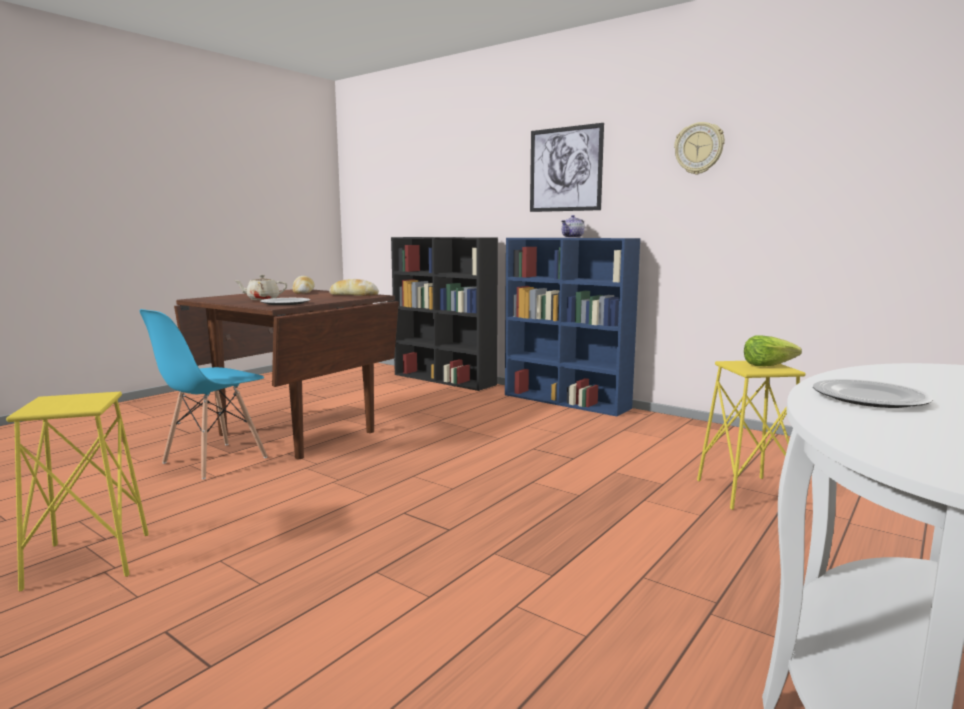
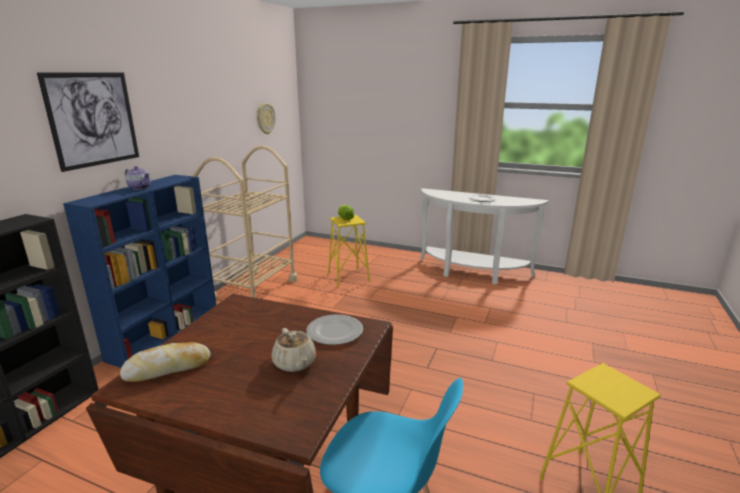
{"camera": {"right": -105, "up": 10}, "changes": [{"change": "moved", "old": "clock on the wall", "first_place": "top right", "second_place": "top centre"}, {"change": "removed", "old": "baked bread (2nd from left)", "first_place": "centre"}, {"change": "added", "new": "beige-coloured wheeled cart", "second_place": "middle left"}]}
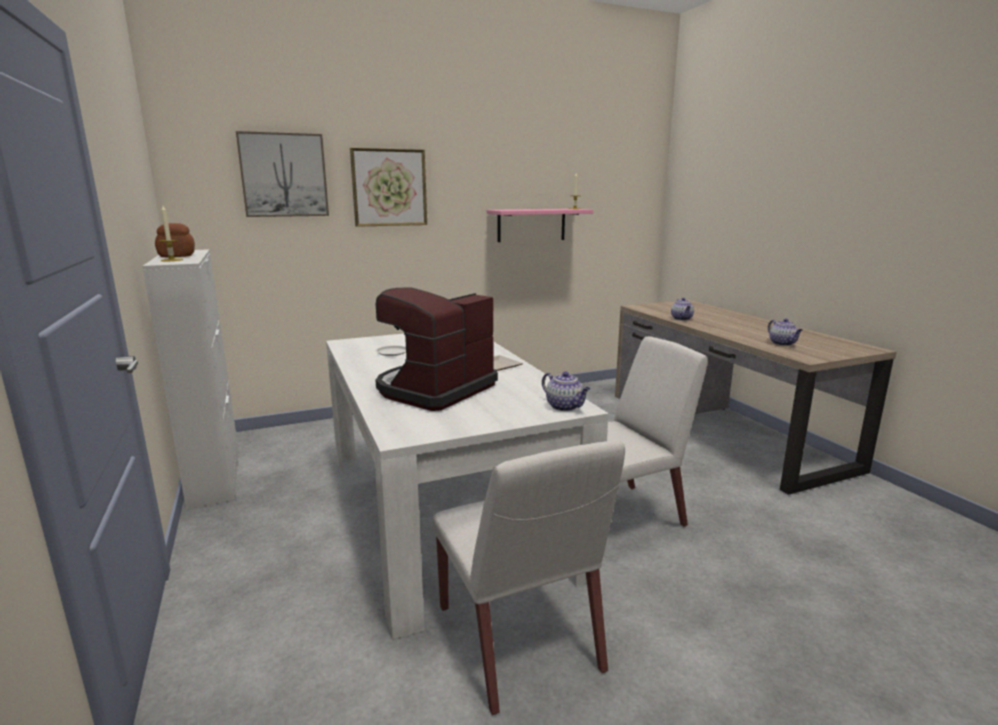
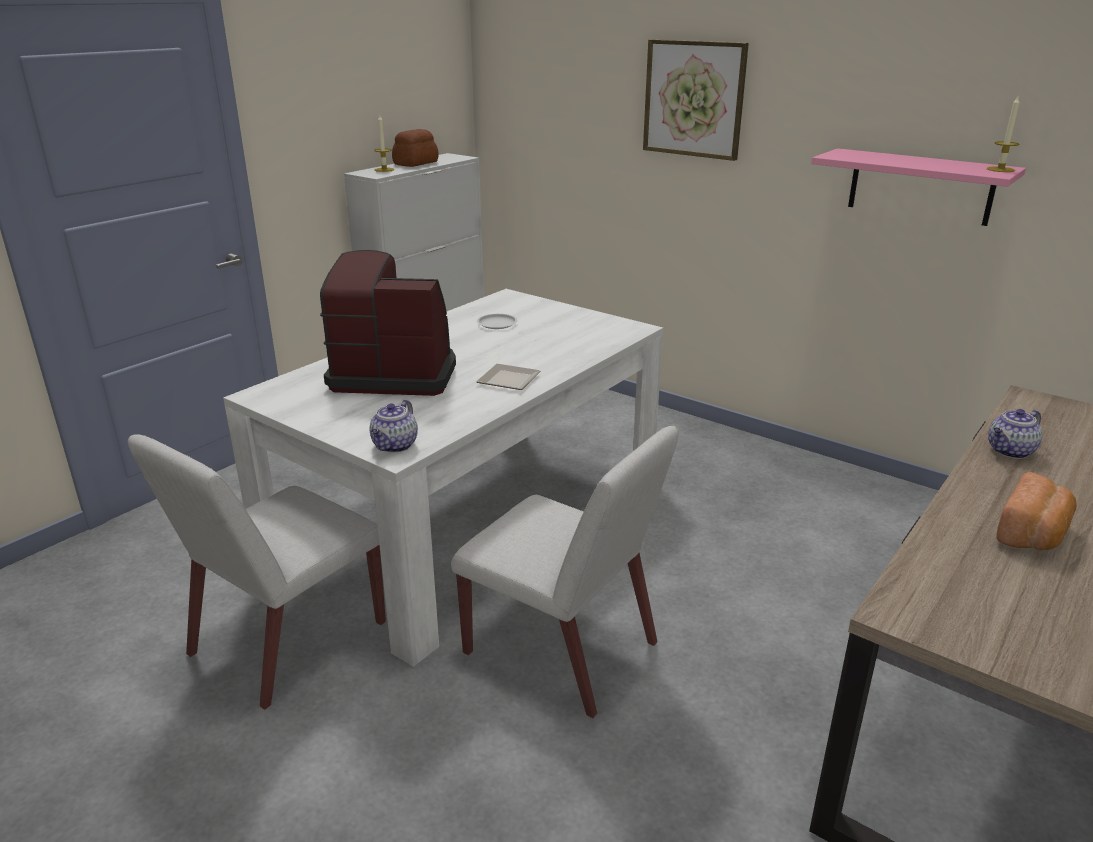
{"camera": {"right": 60, "up": 10}, "changes": [{"change": "removed", "old": "wall art (1st from left)", "first_place": "top left"}, {"change": "removed", "old": "teapot (3rd from left)", "first_place": "middle right"}, {"change": "added", "new": "baked bread (2nd from left)", "second_place": "middle right"}]}
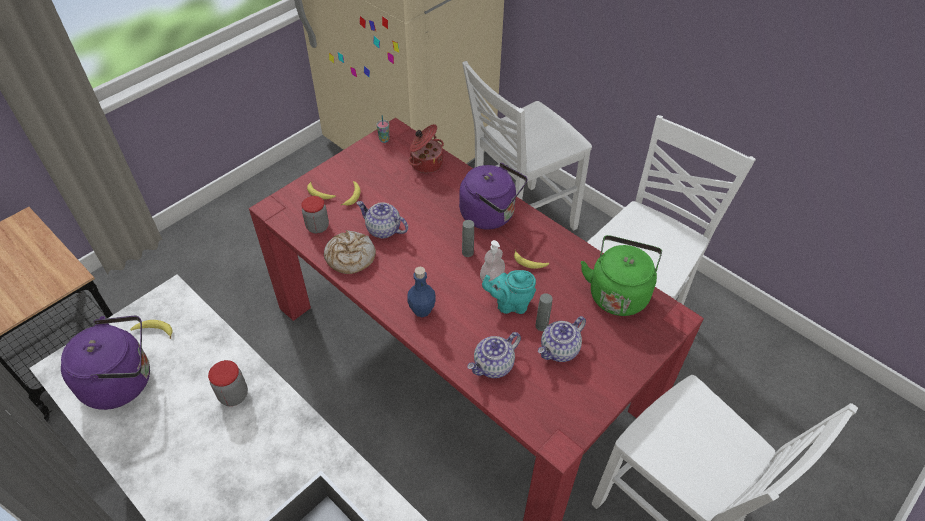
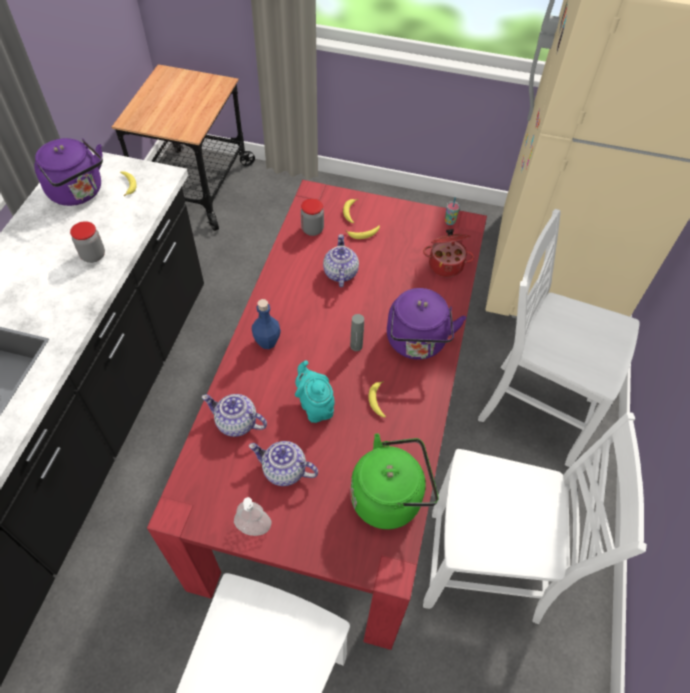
{"camera": {"right": 60, "up": 5}, "changes": [{"change": "removed", "old": "baked bread", "first_place": "centre"}, {"change": "moved", "old": "soap dispenser", "first_place": "centre", "second_place": "bottom centre"}, {"change": "removed", "old": "gray drink bottle (2nd from left)", "first_place": "centre"}]}
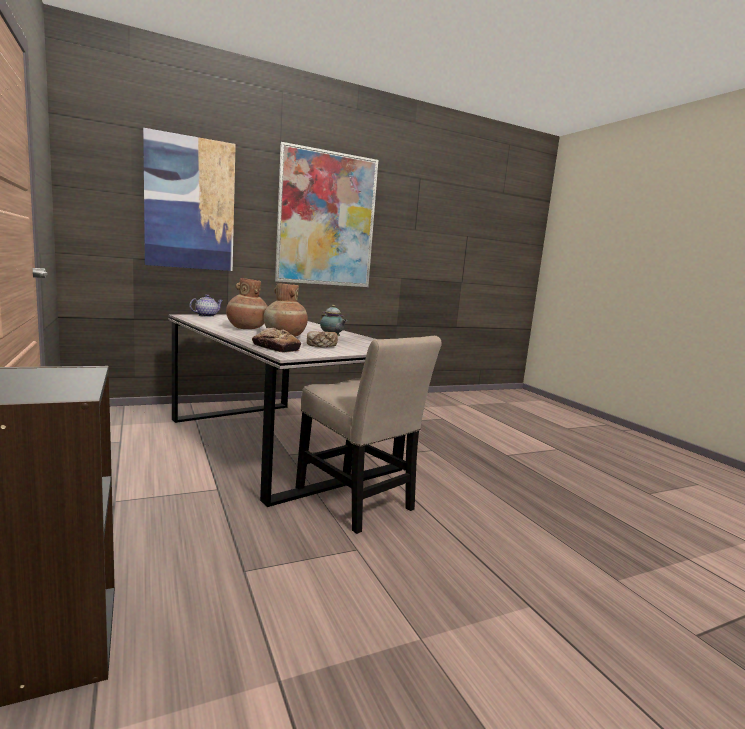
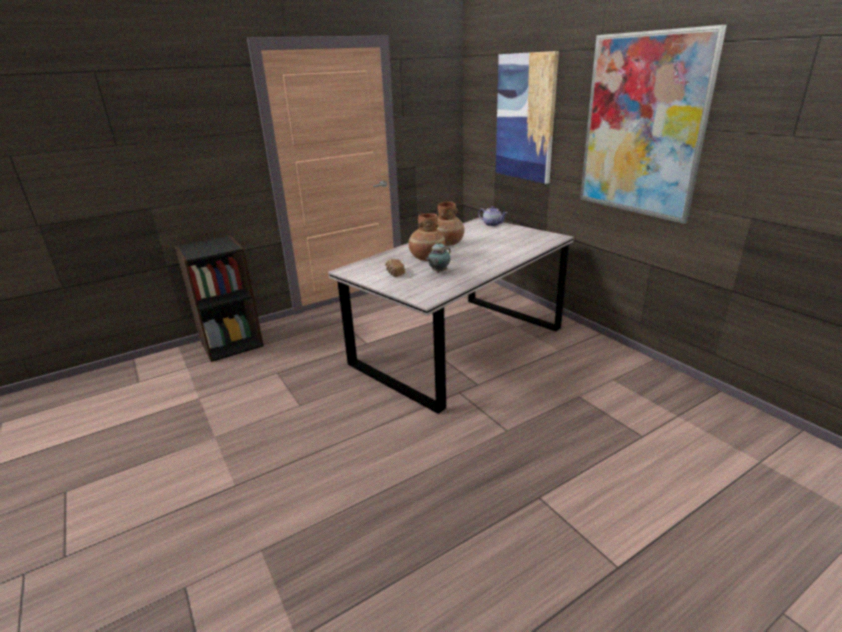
{"camera": {"right": 85, "up": 15}, "changes": [{"change": "removed", "old": "baked bread (1st from left)", "first_place": "centre"}, {"change": "removed", "old": "beige-coloured plain chair", "first_place": "centre"}]}
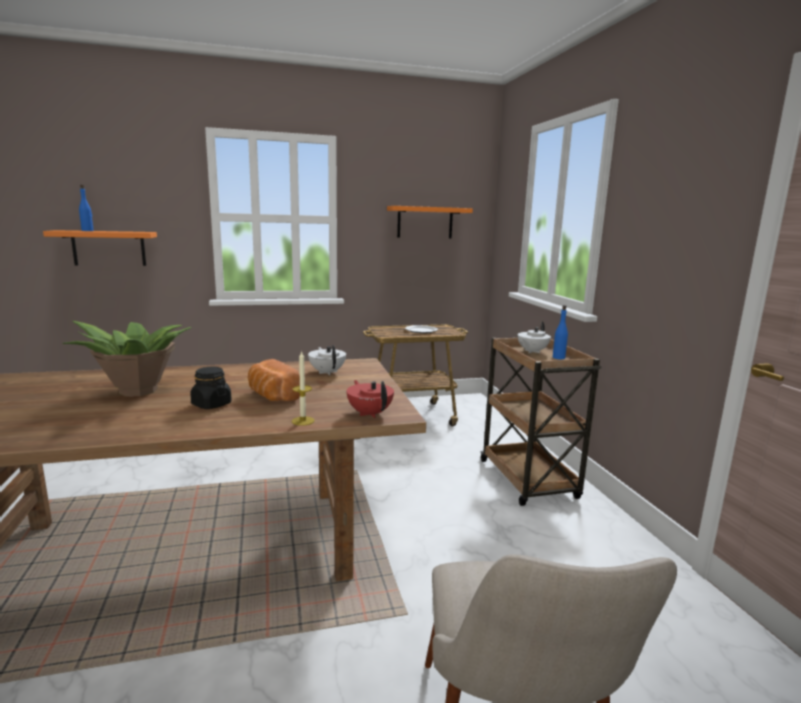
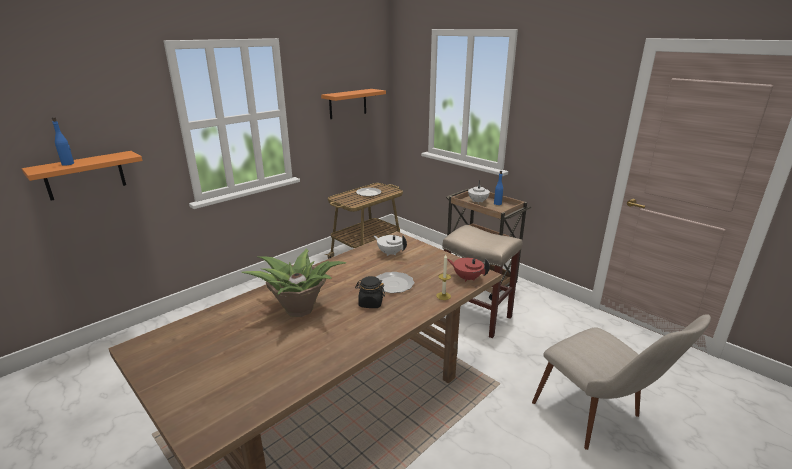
{"camera": {"right": -30, "up": 10}, "changes": [{"change": "replaced", "old": "baked bread", "new": "dinner plate (2nd from left)", "first_place": "centre", "second_place": "centre"}, {"change": "added", "new": "beige-coloured stool seat", "second_place": "centre"}]}
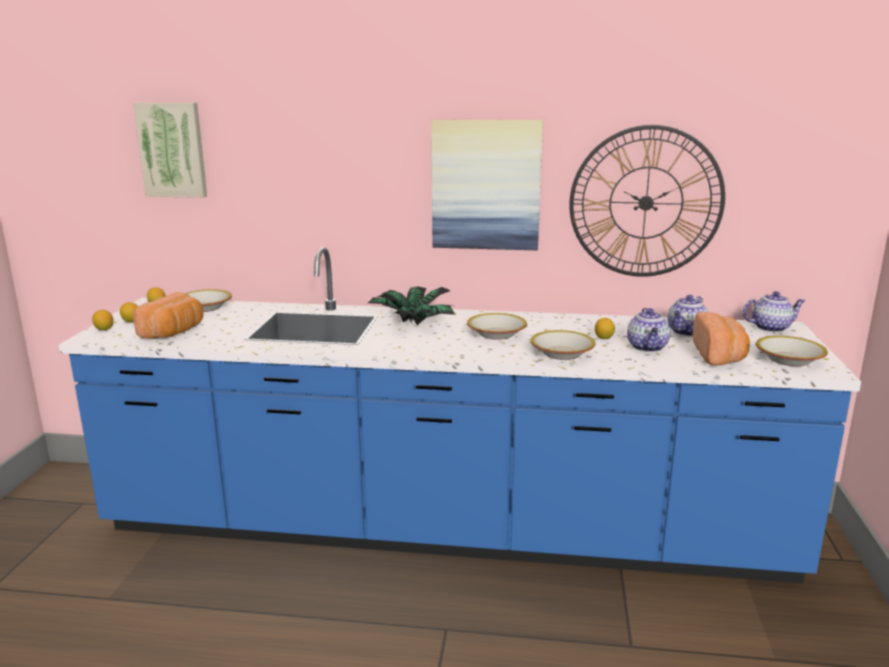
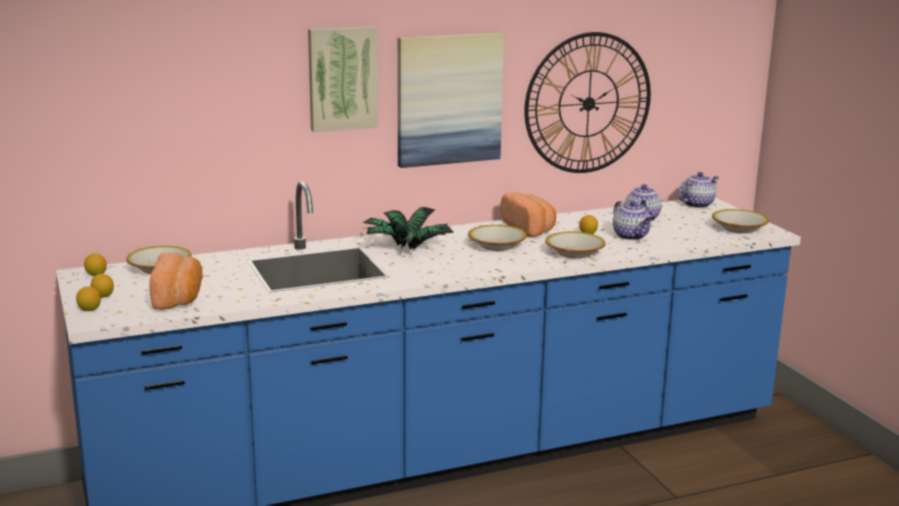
{"camera": {"right": -30, "up": 0}, "changes": [{"change": "moved", "old": "wall art (1st from left)", "first_place": "top left", "second_place": "top centre"}, {"change": "moved", "old": "baked bread (2nd from left)", "first_place": "middle right", "second_place": "centre"}]}
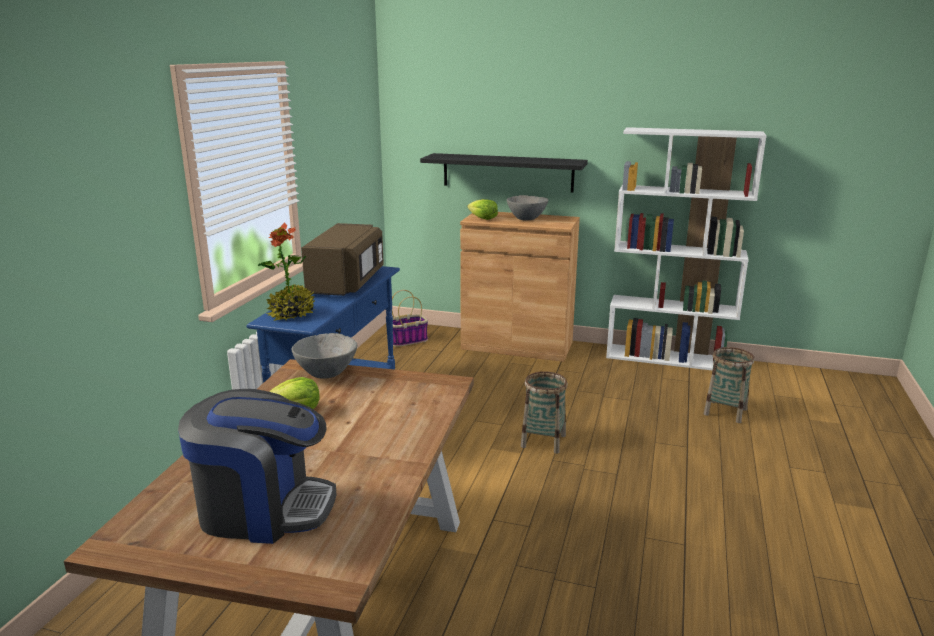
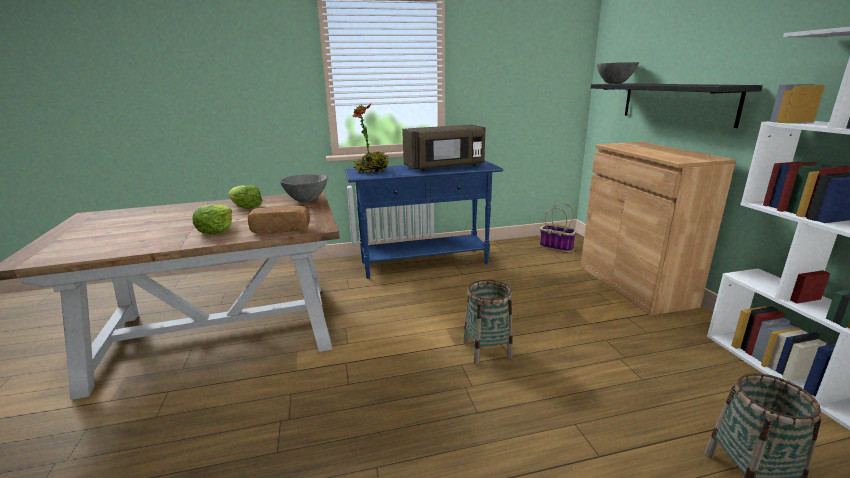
{"camera": {"right": 60, "up": 0}, "changes": [{"change": "moved", "old": "gray bowl (2nd from left)", "first_place": "top centre", "second_place": "top right"}, {"change": "moved", "old": "lettuce (2nd from left in the first image)", "new": "lettuce (1st from left)", "first_place": "top centre", "second_place": "middle left"}, {"change": "removed", "old": "coffee maker", "first_place": "bottom left"}, {"change": "added", "new": "baked bread", "second_place": "middle left"}]}
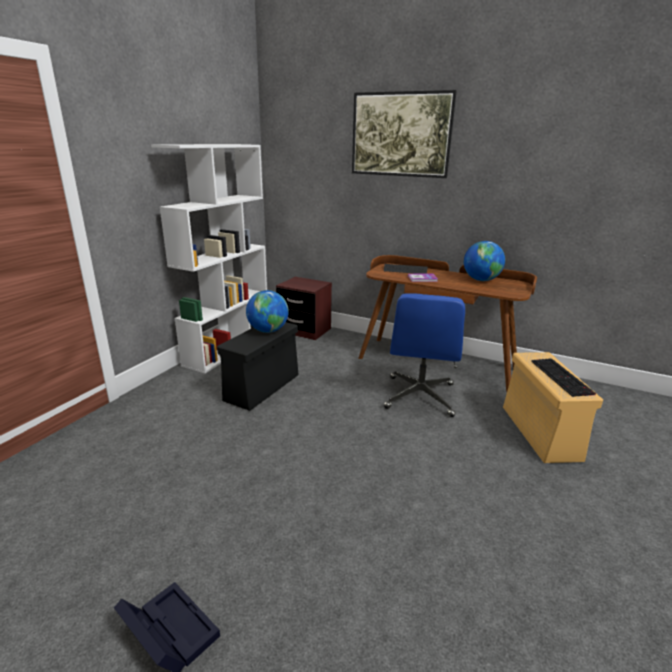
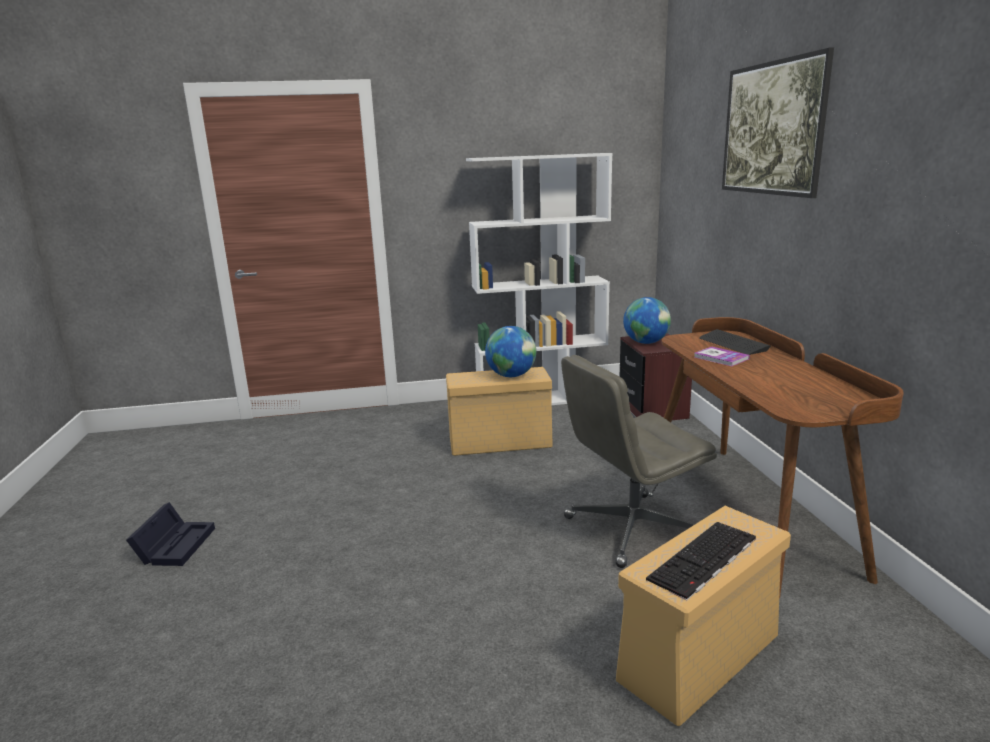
{"camera": {"right": 55, "up": -5}, "changes": [{"change": "moved", "old": "globe (2nd from left)", "first_place": "middle right", "second_place": "centre"}, {"change": "recoloured", "old": "blue-coloured computer chair", "new": "gray computer chair", "first_place": "centre", "second_place": "centre"}, {"change": "recoloured", "old": "blackish storage container (2nd from left)", "new": "beige-coloured storage container (1st from left)", "first_place": "centre", "second_place": "centre"}]}
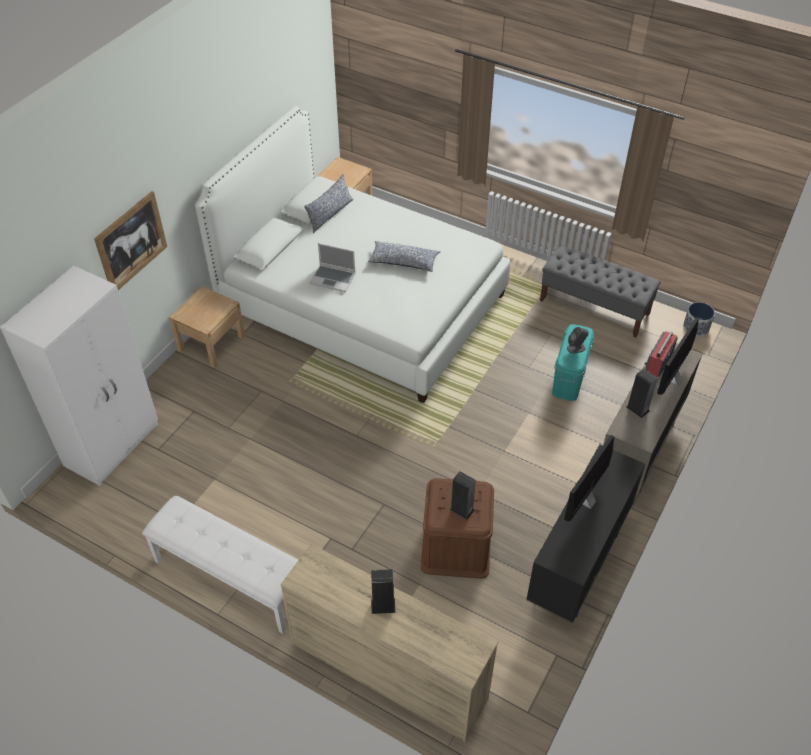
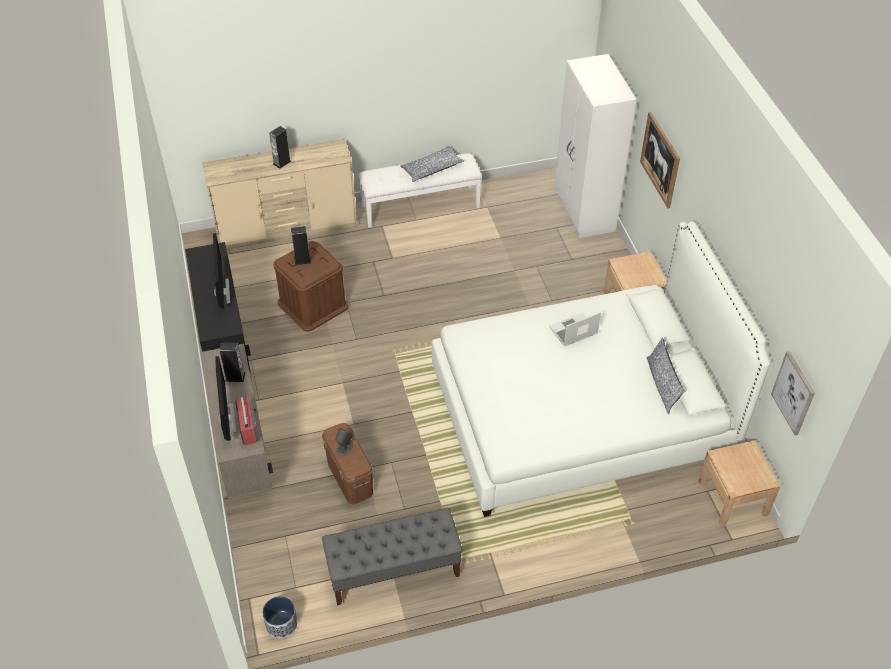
{"camera": {"right": 135, "up": 0}, "changes": [{"change": "moved", "old": "throw pillow (2nd from left in the first image)", "new": "throw pillow (1st from left)", "first_place": "centre", "second_place": "top centre"}, {"change": "recoloured", "old": "turquoise storage container", "new": "brown storage container (2nd from left)", "first_place": "middle right", "second_place": "bottom centre"}, {"change": "added", "new": "wall art (2nd from left)", "second_place": "middle right"}]}
